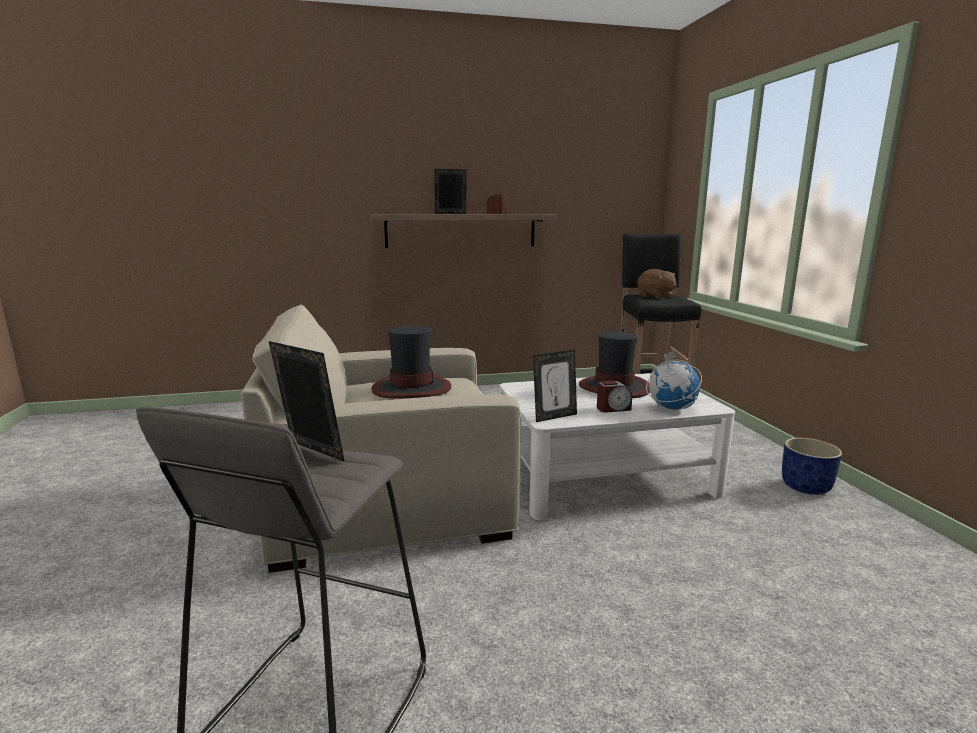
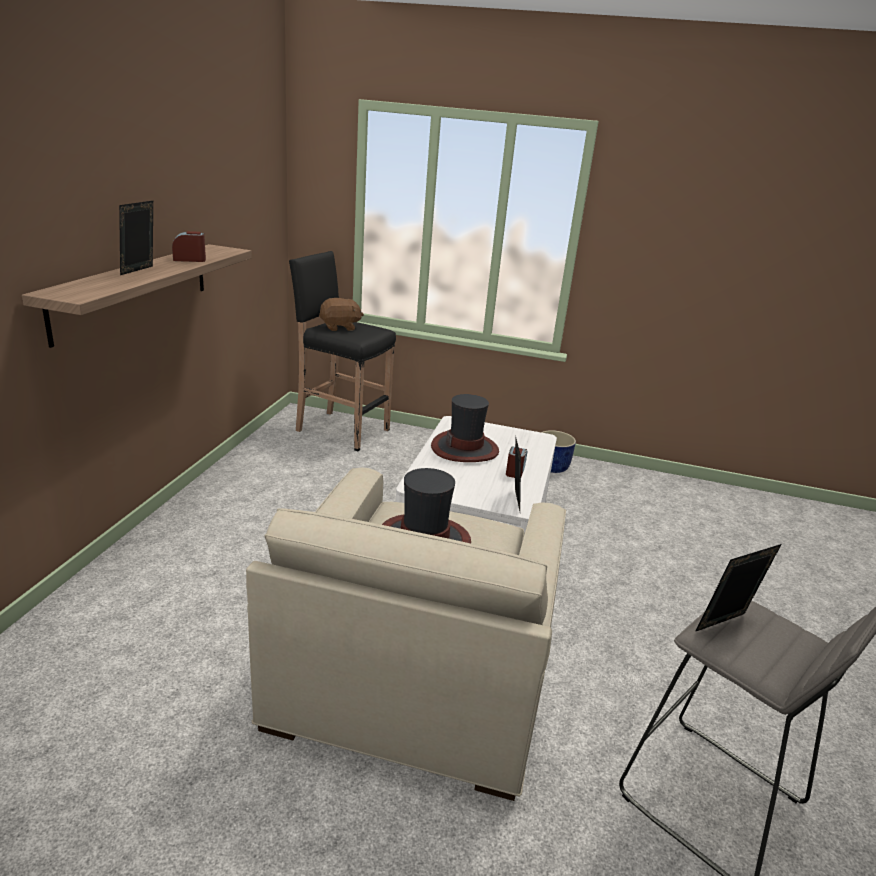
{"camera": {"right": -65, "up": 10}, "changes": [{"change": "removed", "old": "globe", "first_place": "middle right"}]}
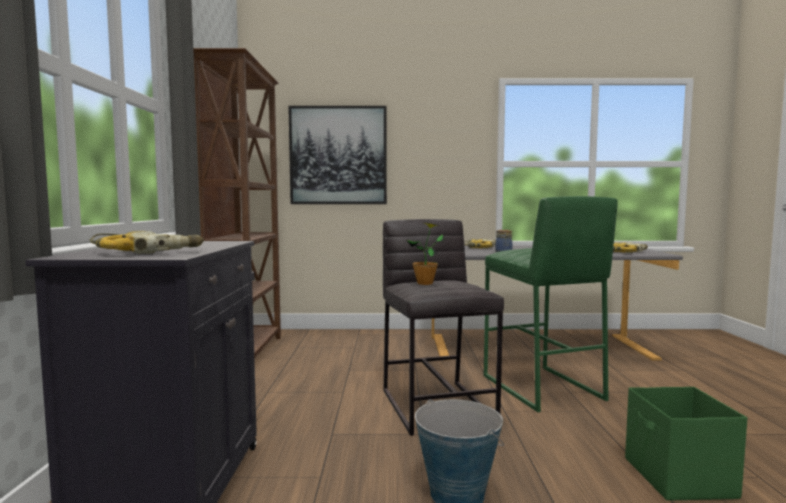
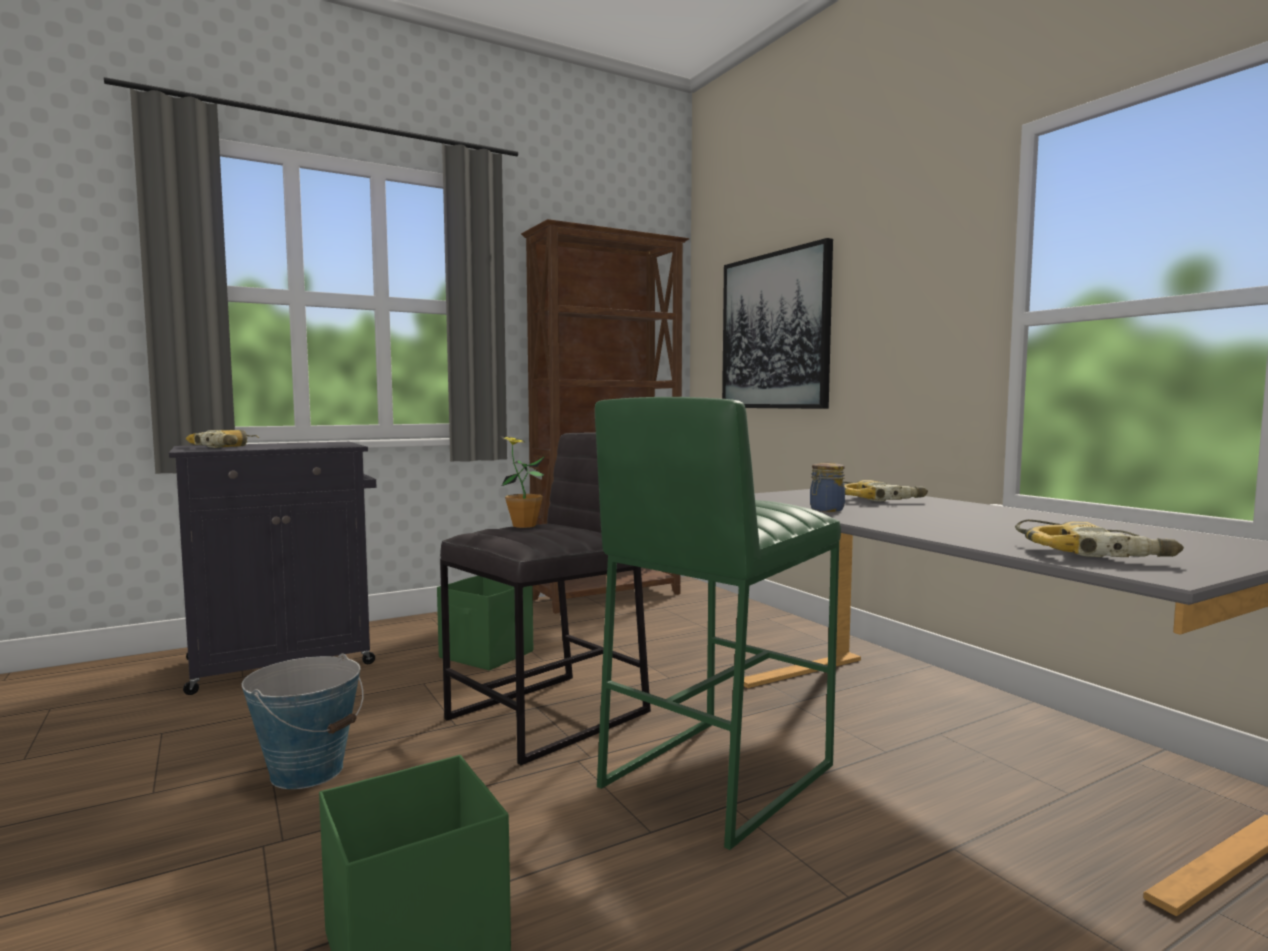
{"camera": {"right": 60, "up": 0}, "changes": [{"change": "added", "new": "green-coloured storage container (2nd from left)", "second_place": "centre"}]}
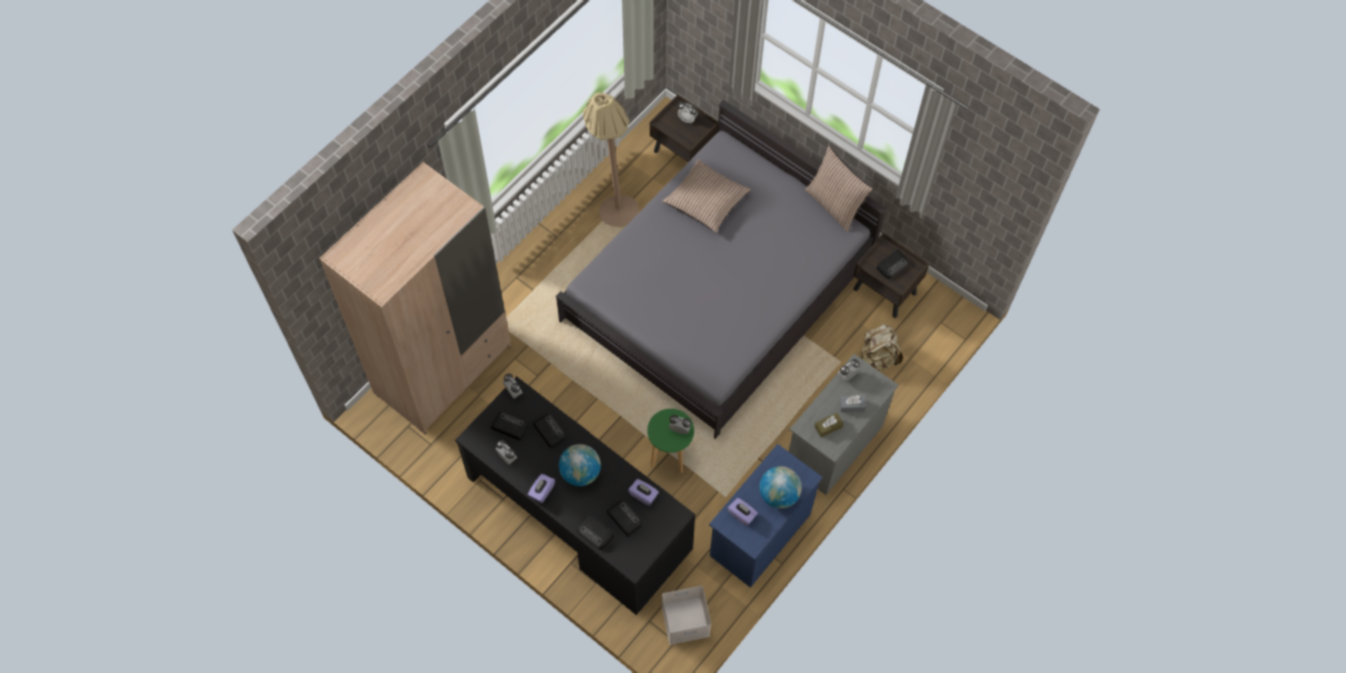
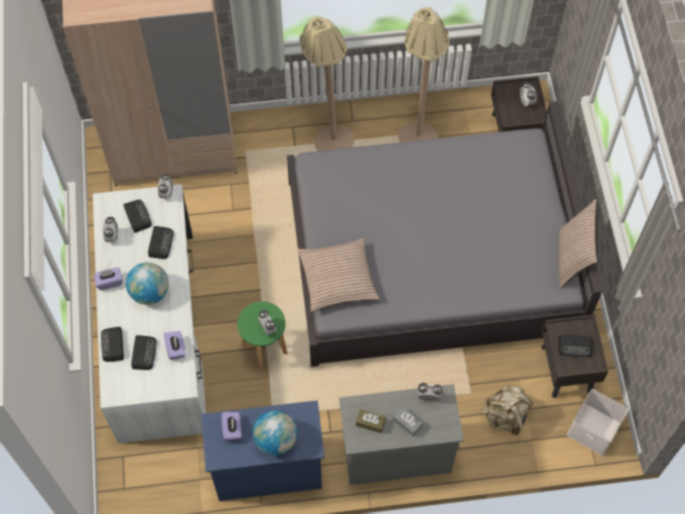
{"camera": {"right": 45, "up": 0}, "changes": [{"change": "moved", "old": "throw pillow (1st from left)", "first_place": "top centre", "second_place": "centre"}, {"change": "recoloured", "old": "blackish desk", "new": "white desk", "first_place": "bottom centre", "second_place": "middle left"}, {"change": "moved", "old": "white storage container", "first_place": "bottom centre", "second_place": "bottom right"}, {"change": "added", "new": "beige-coloured standing lamp (1st from left)", "second_place": "top centre"}]}
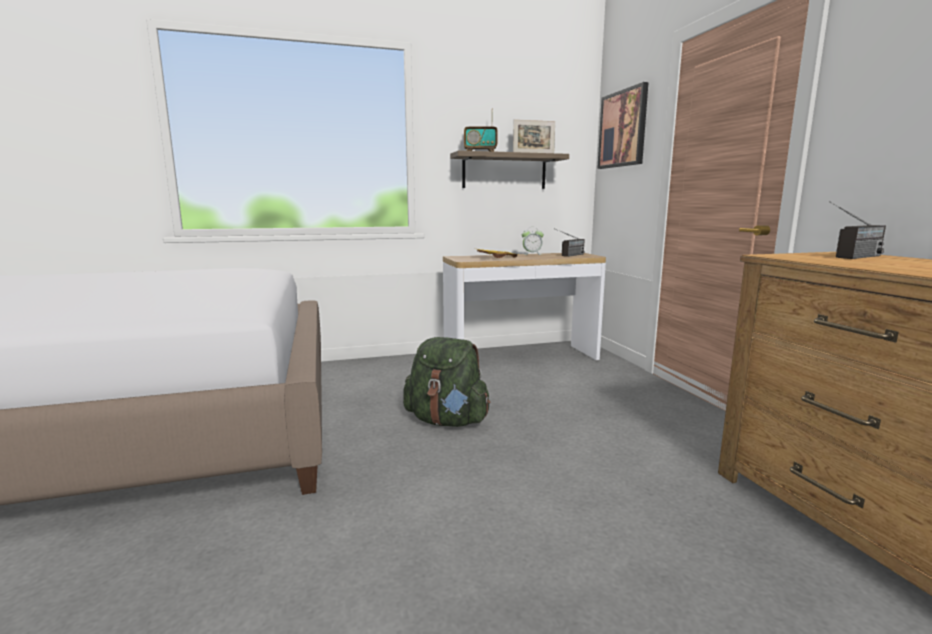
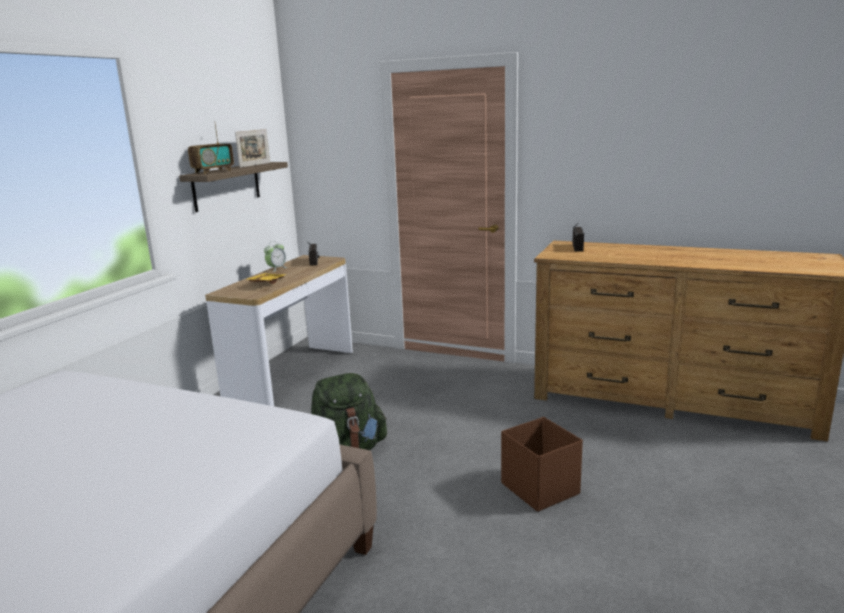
{"camera": {"right": -50, "up": 5}, "changes": [{"change": "removed", "old": "wall art", "first_place": "top right"}, {"change": "added", "new": "brown storage container", "second_place": "bottom centre"}]}
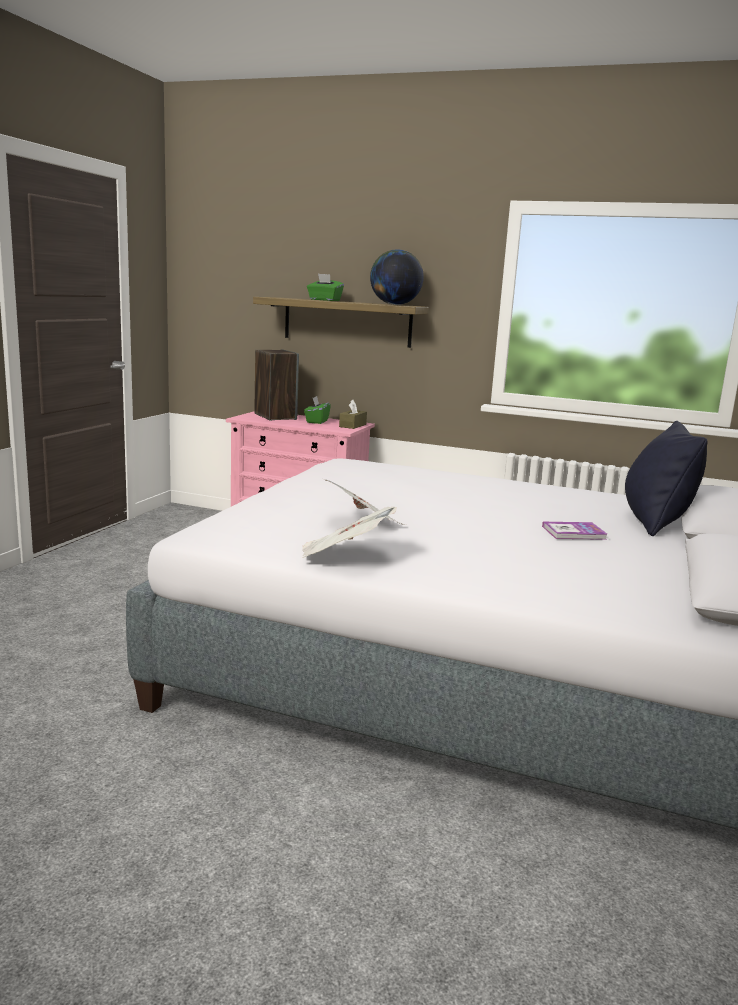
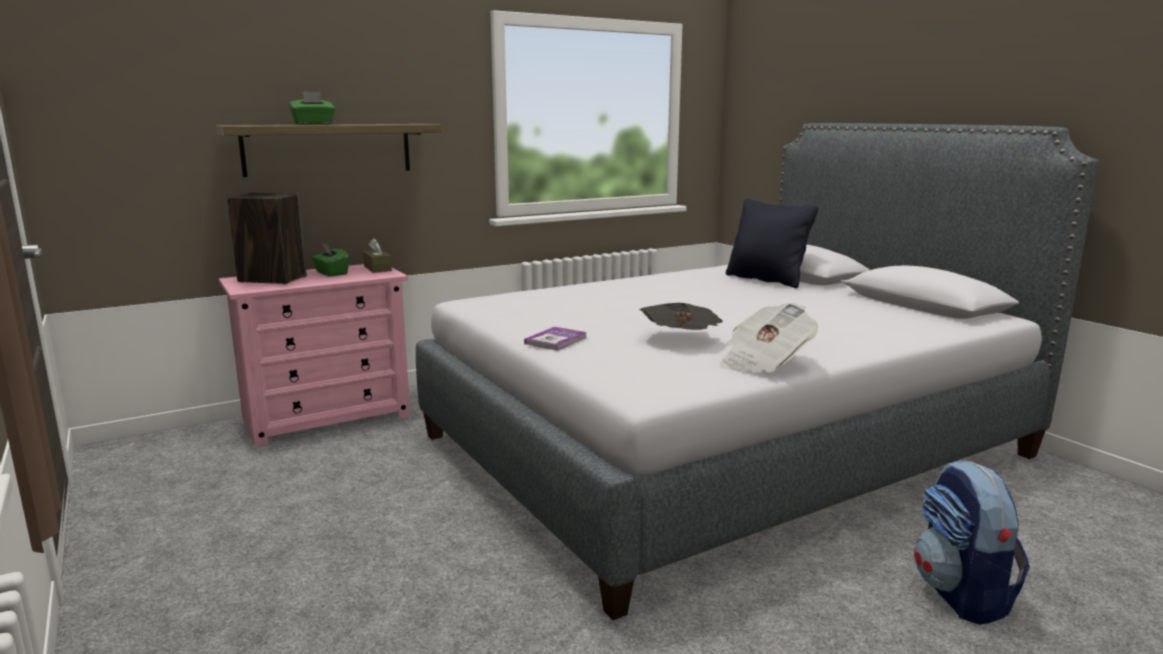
{"camera": {"right": -50, "up": 0}, "changes": [{"change": "removed", "old": "globe", "first_place": "top centre"}, {"change": "moved", "old": "bound book", "first_place": "middle right", "second_place": "centre"}, {"change": "added", "new": "rucksack", "second_place": "bottom right"}]}
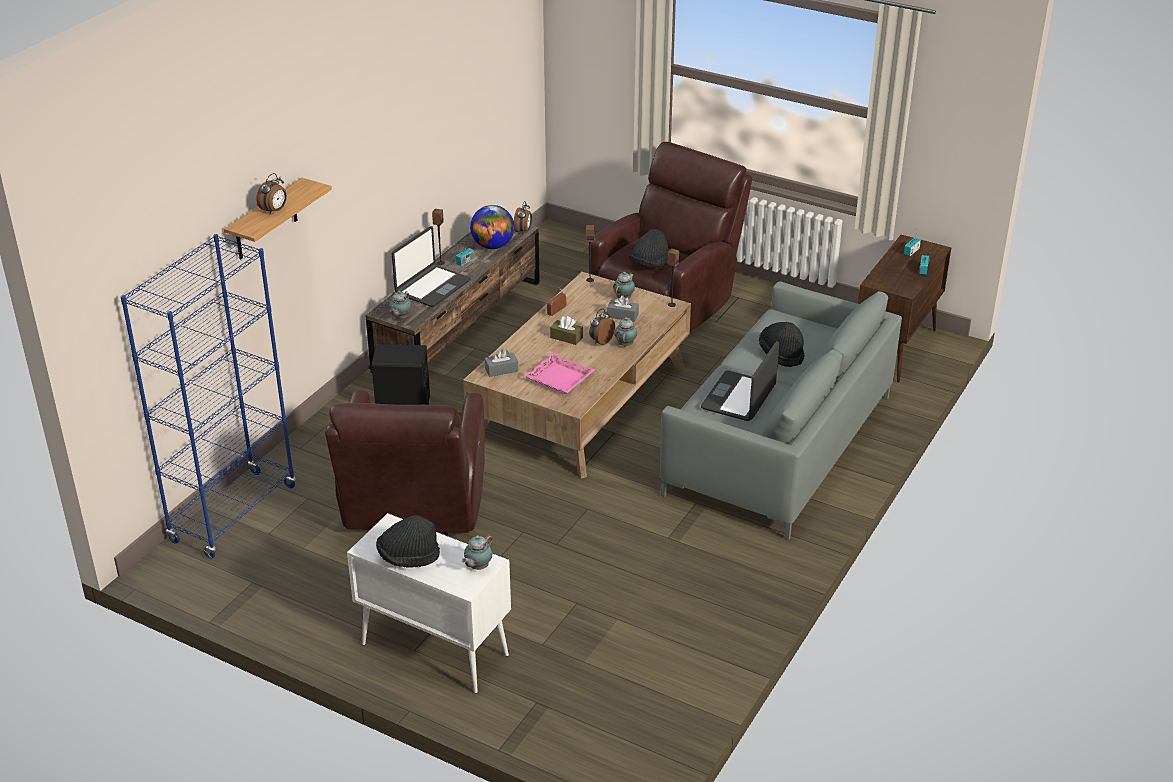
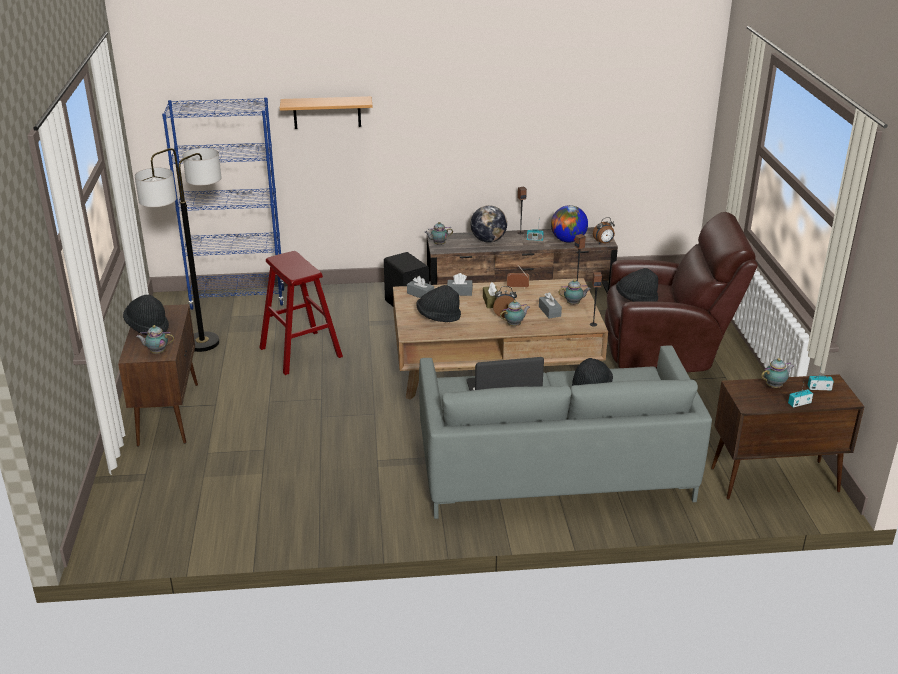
{"camera": {"right": 55, "up": -5}, "changes": [{"change": "removed", "old": "table clock (1st from left)", "first_place": "top left"}, {"change": "replaced", "old": "notebook computer (1st from left)", "new": "globe (1st from left)", "first_place": "centre", "second_place": "top centre"}, {"change": "replaced", "old": "pink-coloured serving tray", "new": "blackish clothing hat (2nd from left)", "first_place": "centre", "second_place": "centre"}, {"change": "replaced", "old": "brown easy chair (1st from left)", "new": "red-coloured stool seat", "first_place": "centre", "second_place": "centre"}, {"change": "recoloured", "old": "white cupboard", "new": "brown cupboard (1st from left)", "first_place": "bottom centre", "second_place": "middle left"}, {"change": "added", "new": "standing lamp", "second_place": "middle left"}, {"change": "added", "new": "gray box of tissues (2nd from left)", "second_place": "centre"}, {"change": "added", "new": "teapot (5th from left)", "second_place": "middle right"}]}
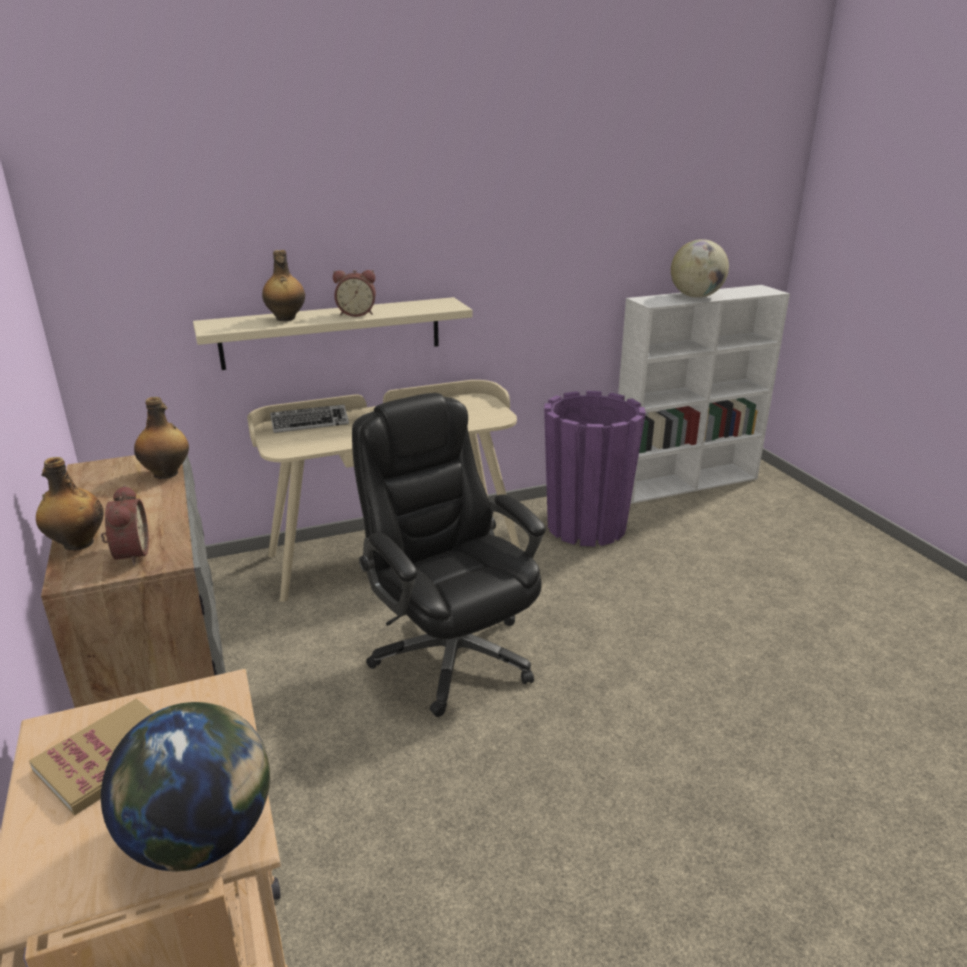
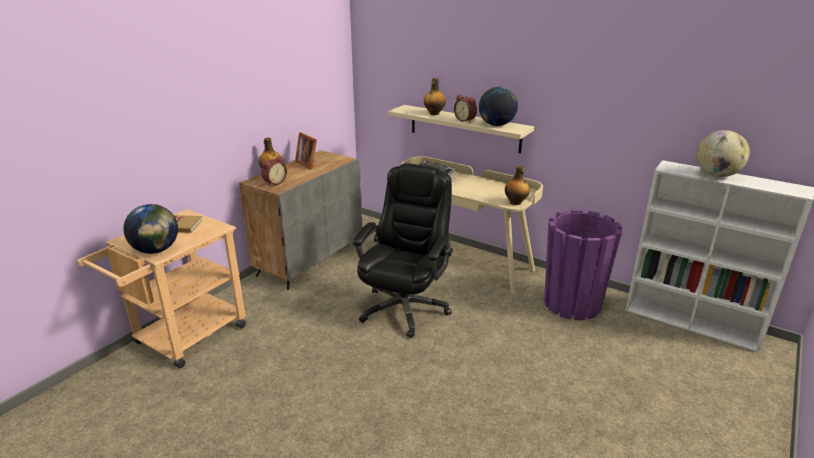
{"camera": {"right": 55, "up": 0}, "changes": [{"change": "moved", "old": "drink bottle (2nd from left in the first image)", "new": "drink bottle (3rd from left)", "first_place": "middle left", "second_place": "centre"}, {"change": "added", "new": "globe (2nd from left)", "second_place": "top centre"}, {"change": "added", "new": "photo frame", "second_place": "top centre"}]}
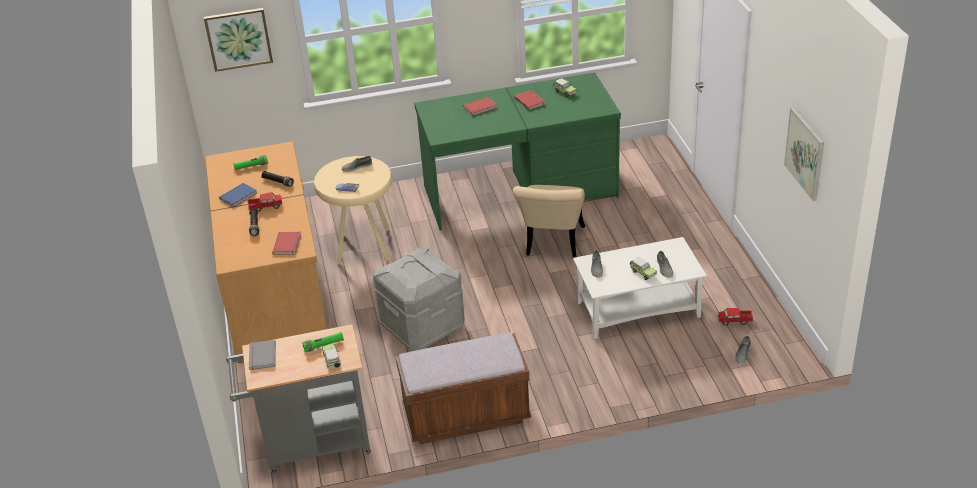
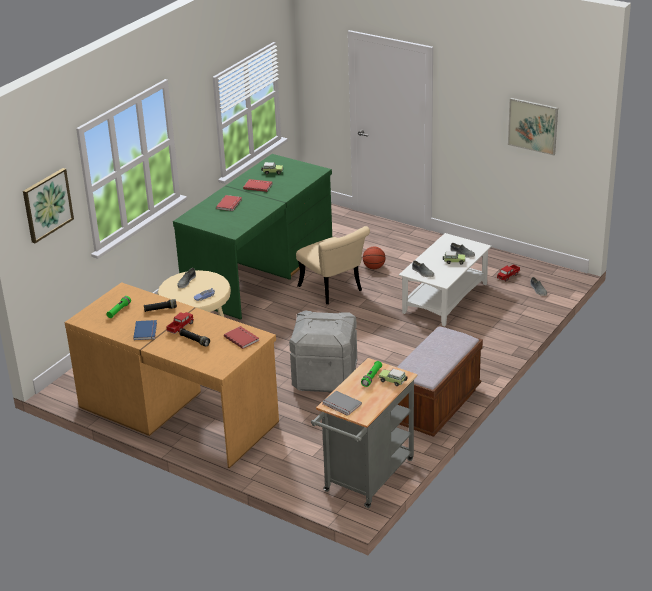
{"camera": {"right": -45, "up": -5}, "changes": [{"change": "added", "new": "basketball", "second_place": "centre"}]}
